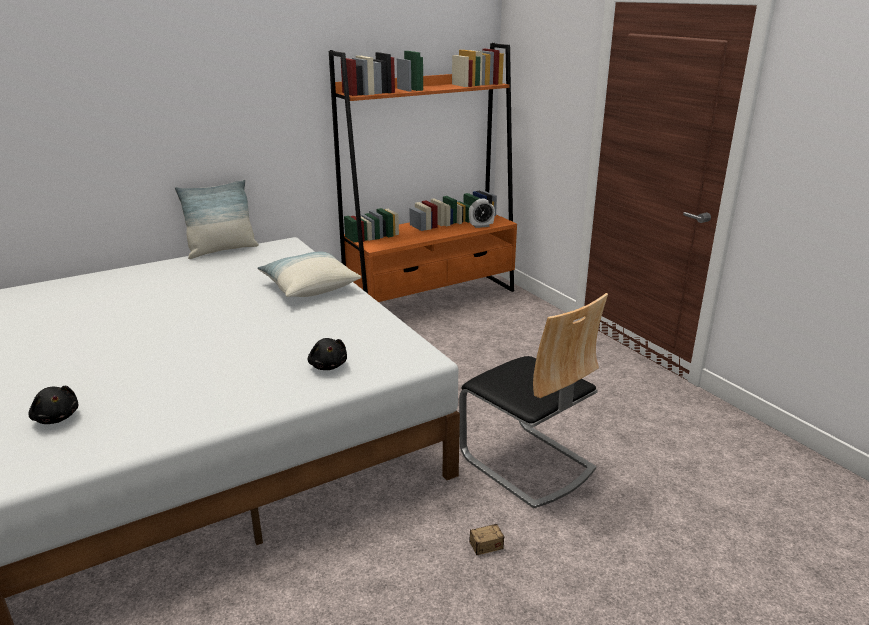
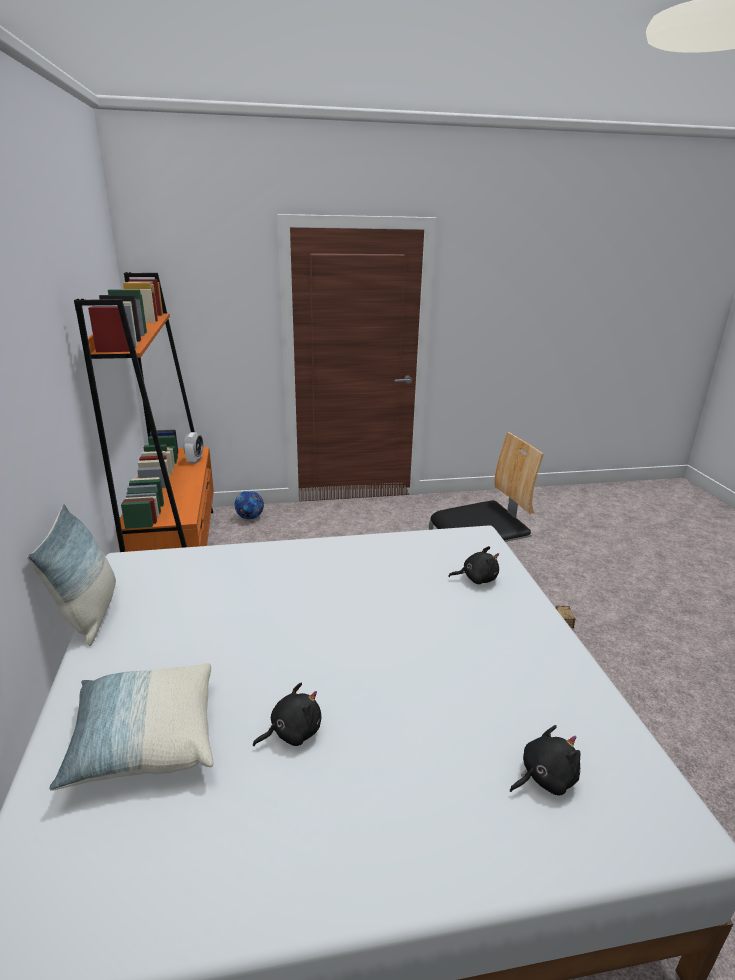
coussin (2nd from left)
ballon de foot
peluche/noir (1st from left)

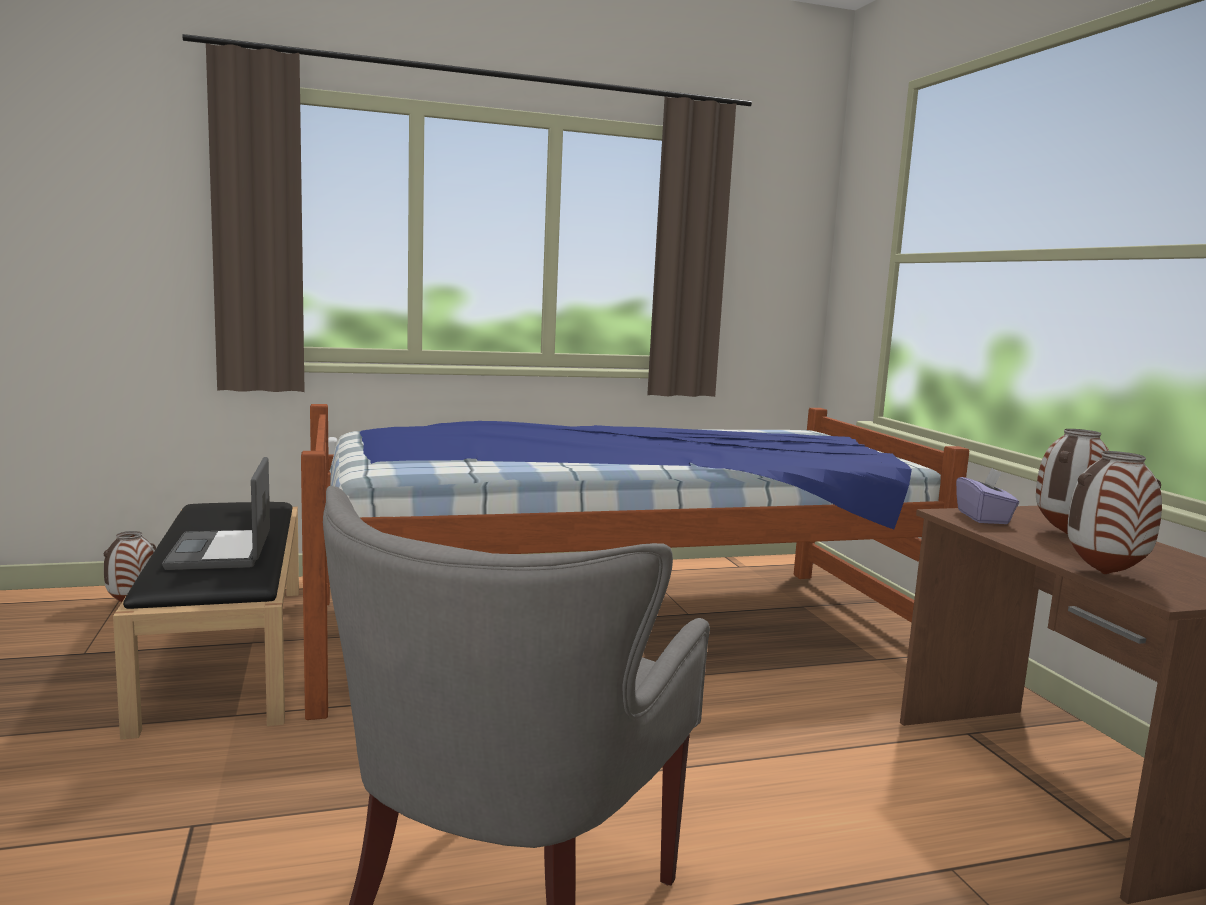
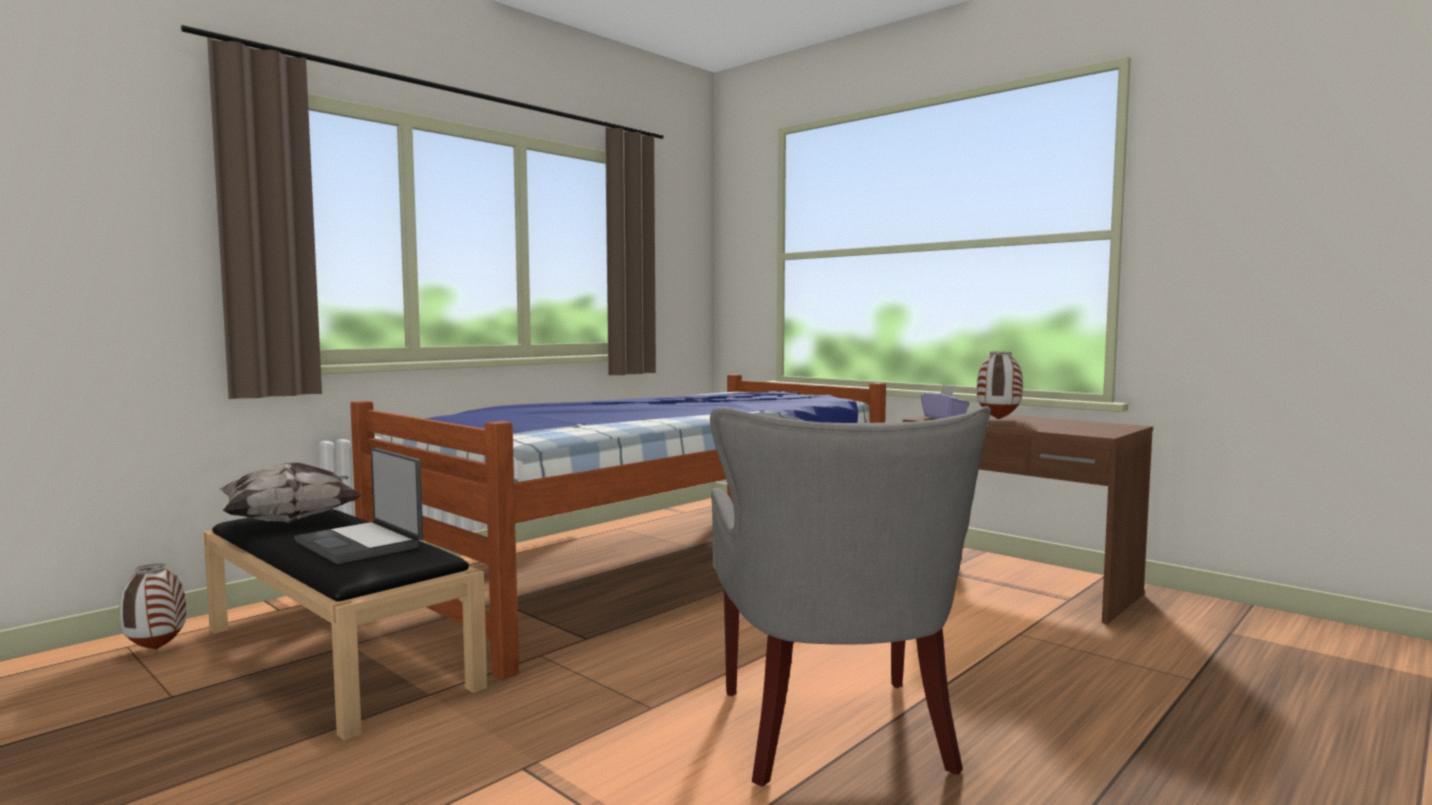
vase (3rd from left in the first image)
coussin

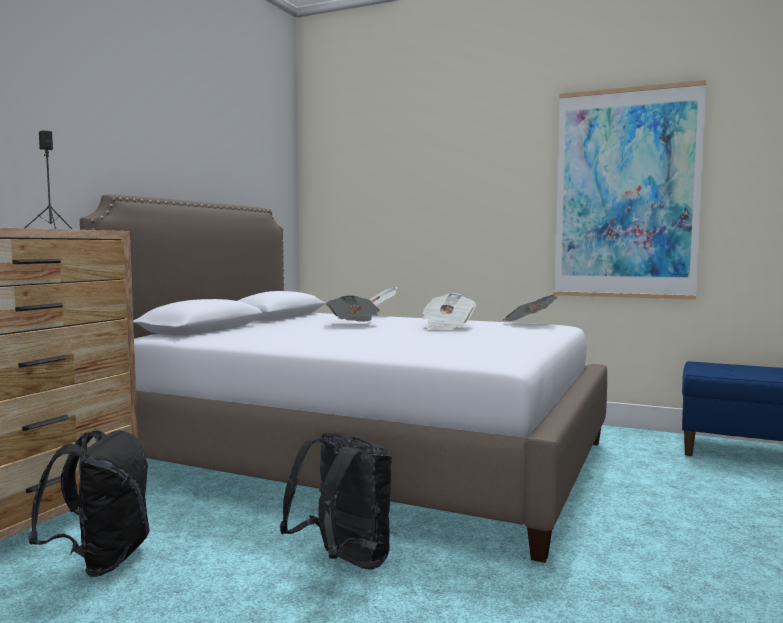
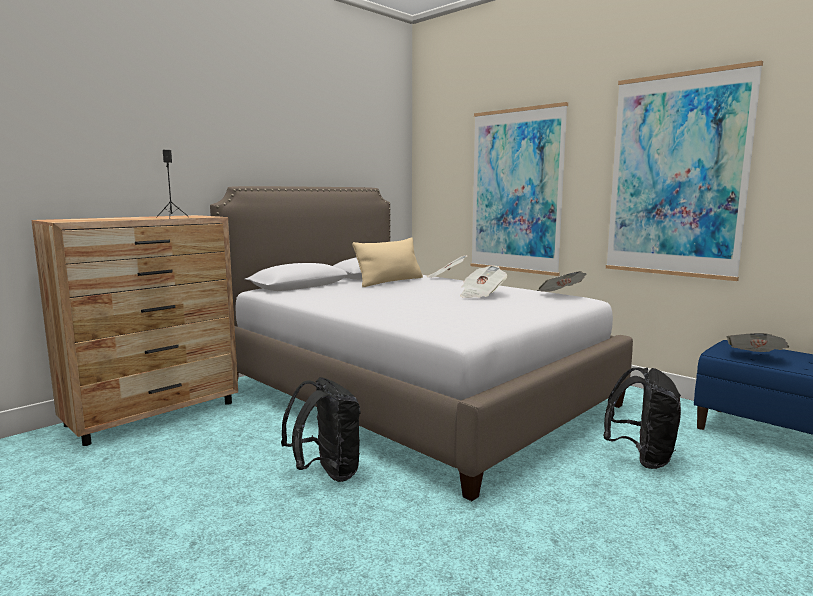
journal (4th from left)
sac à dos/noir (2nd from left)
tableau (1st from left)
coussin/beige

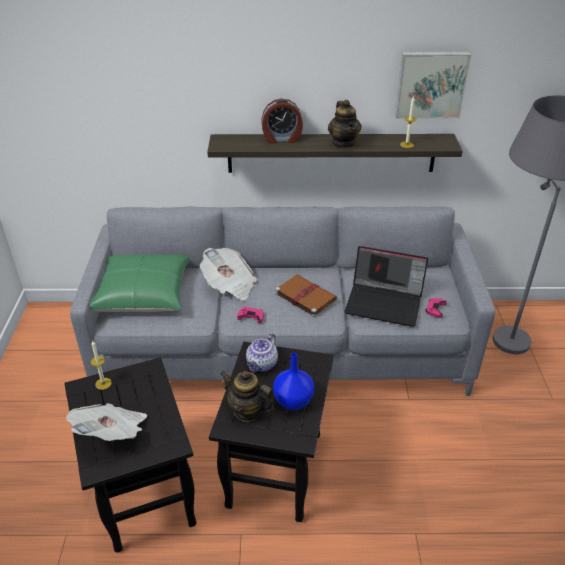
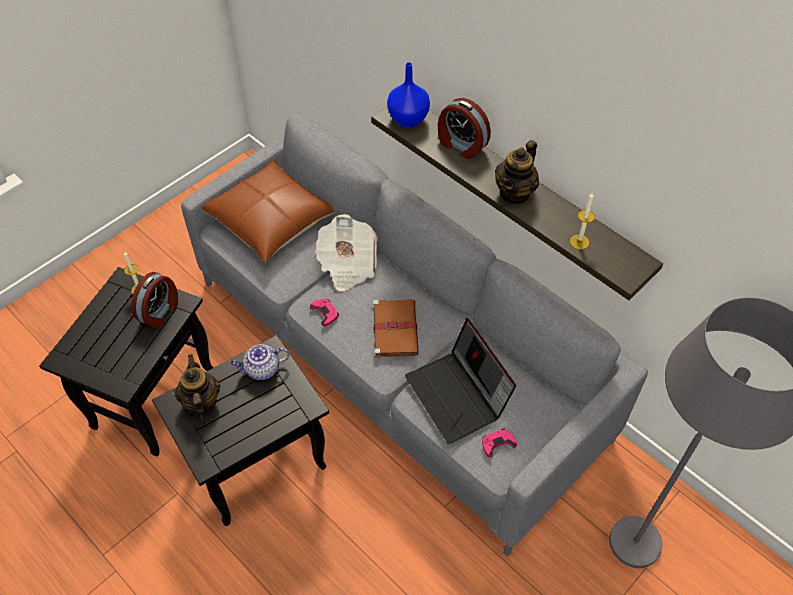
tableau
coussin/marron
vase/bleu
journal (1st from left in the first image)
réveil (1st from left)

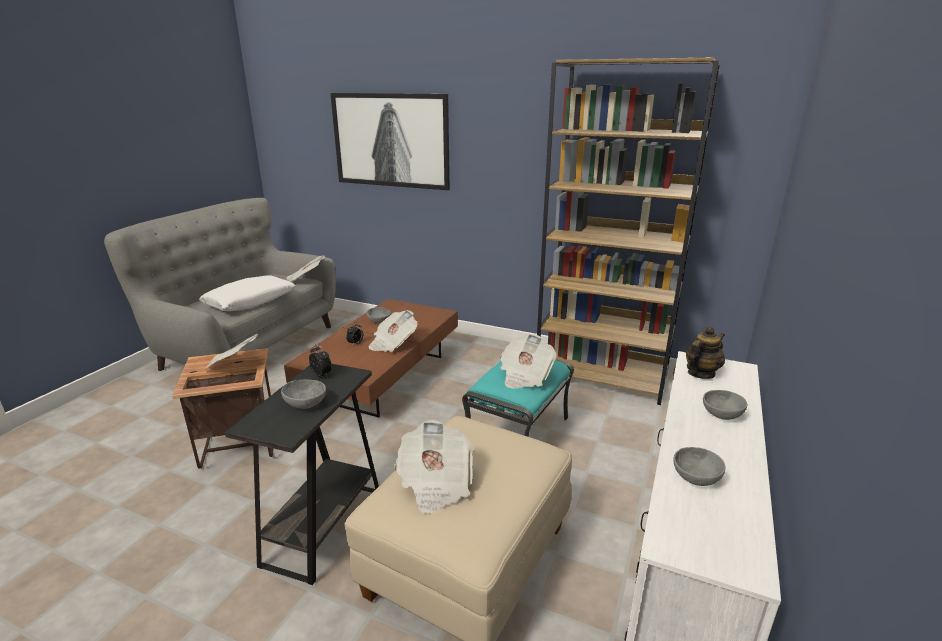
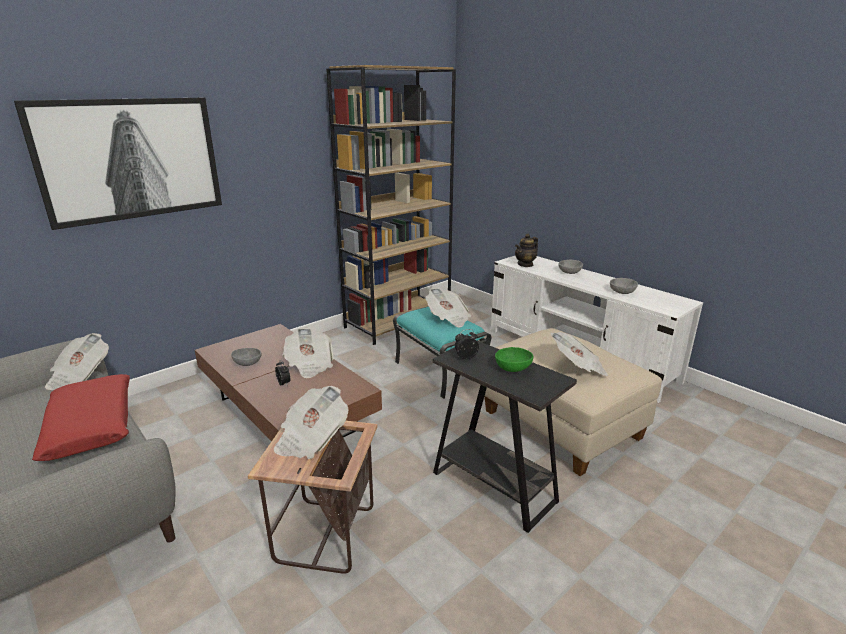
coussin/rouge
théière
bol/vert

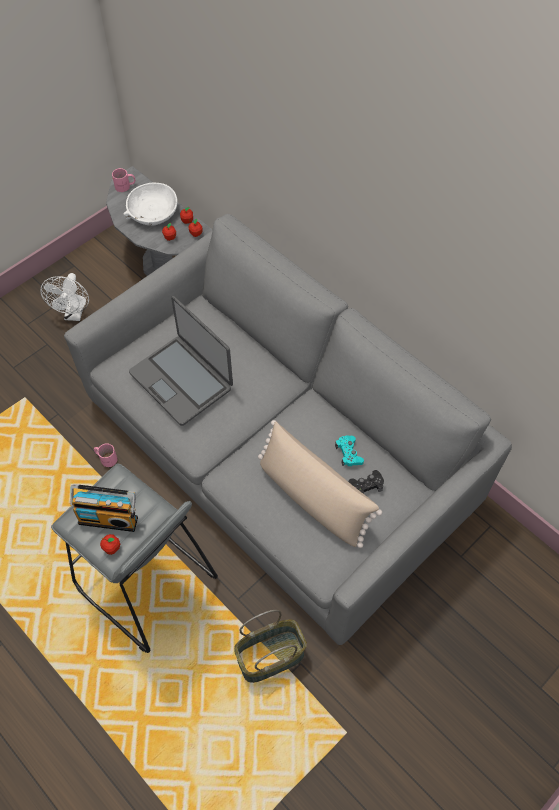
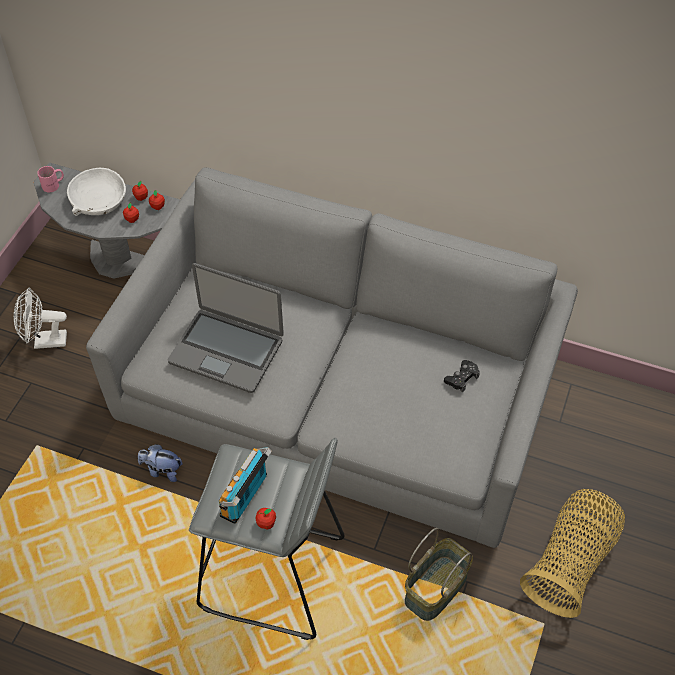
ventilateur/blanc
coussin/beige
manette/turquoise
peluche
radio
panier (2nd from left)

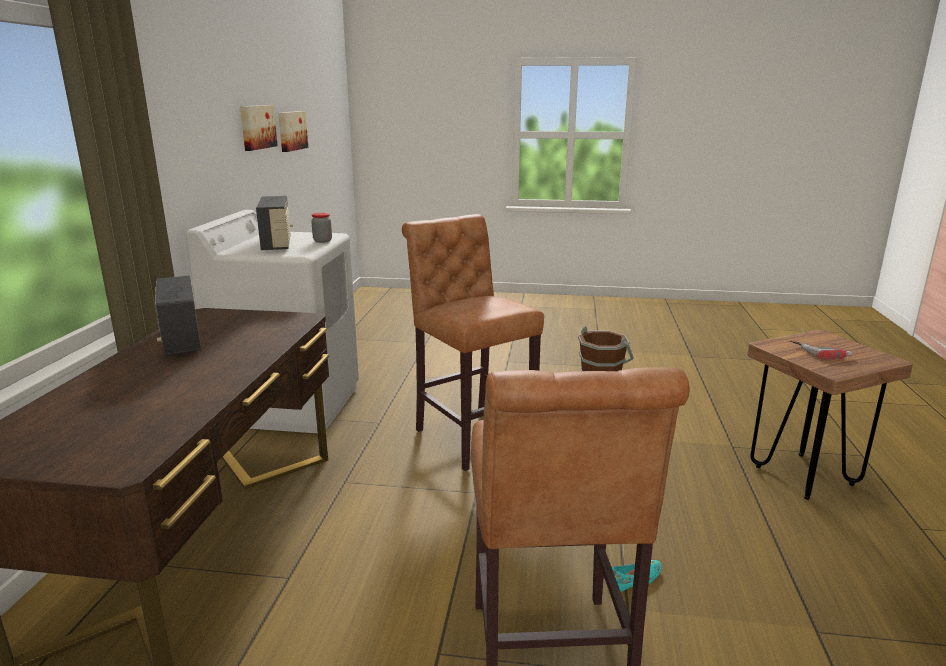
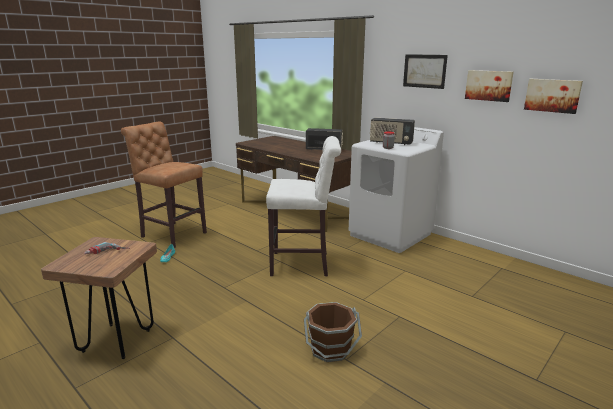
tabouret/blanc
tableau (1st from left)

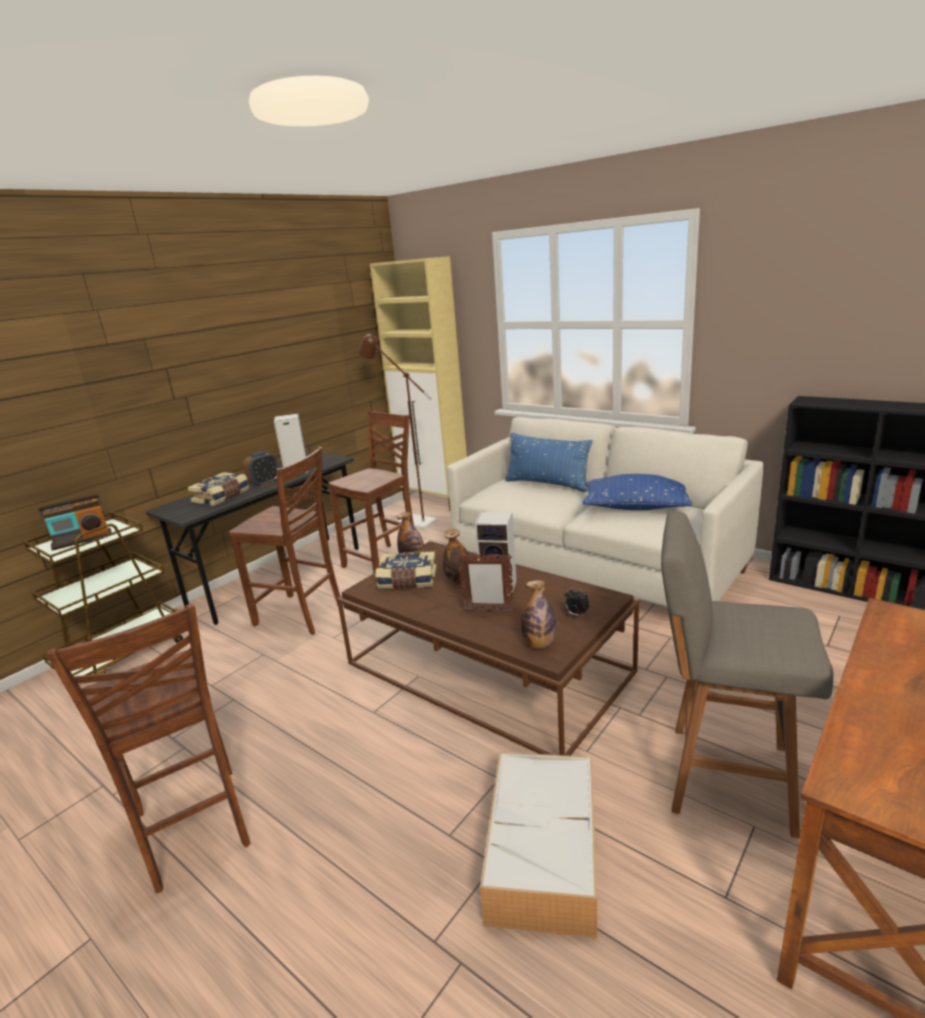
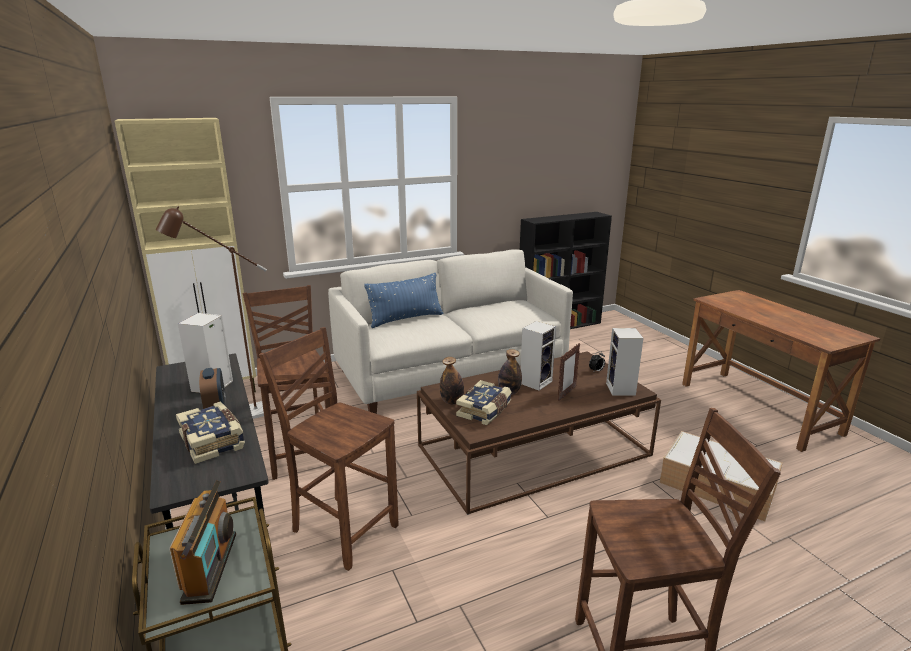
chaise/marron (2nd from left)
coussin/bleu (2nd from left in the first image)
tabouret/gris
enceinte (3rd from left)

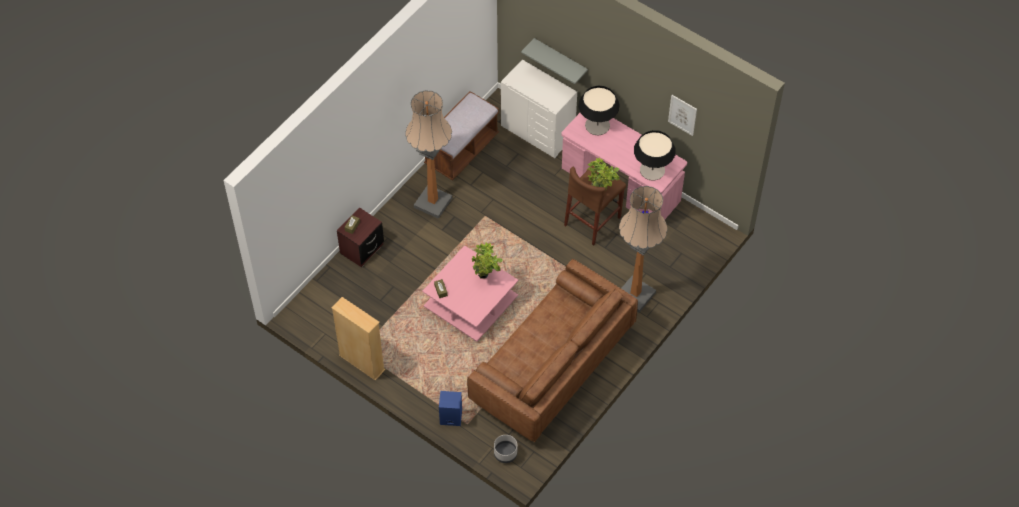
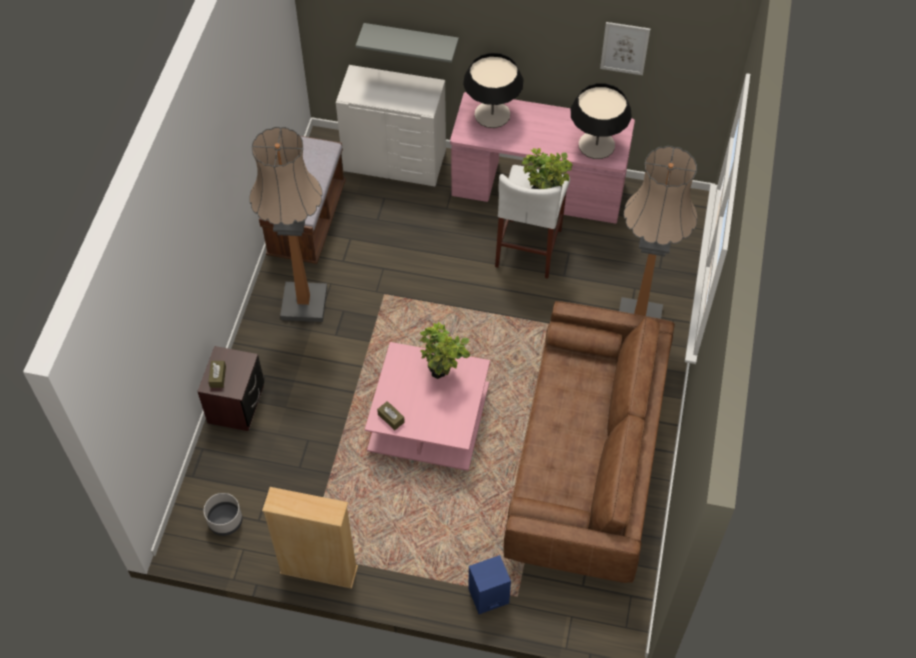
tabouret/blanc
cache-pot/gris

